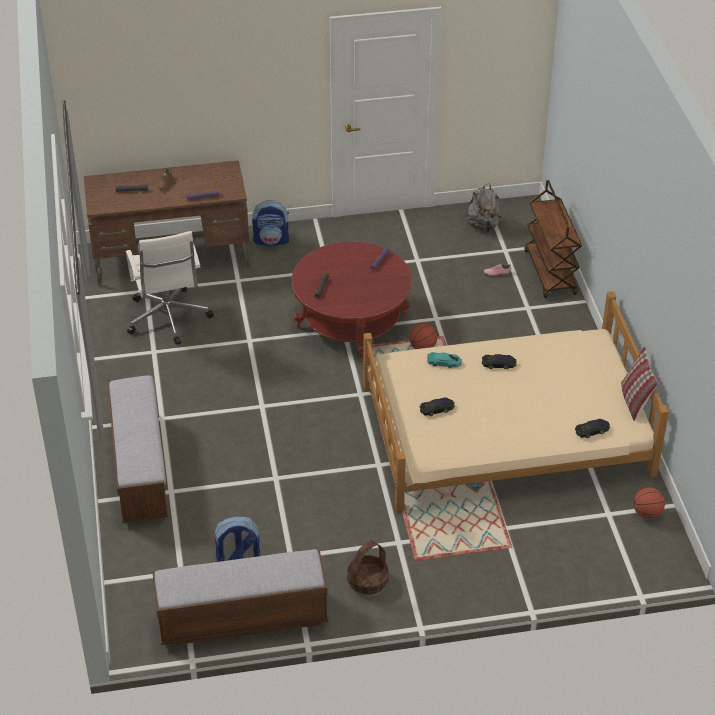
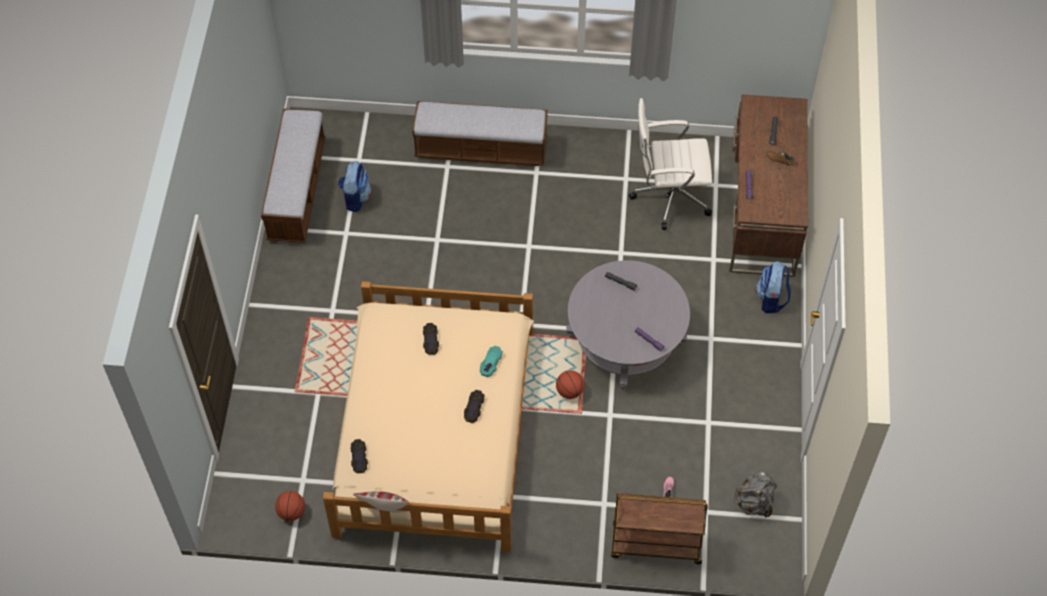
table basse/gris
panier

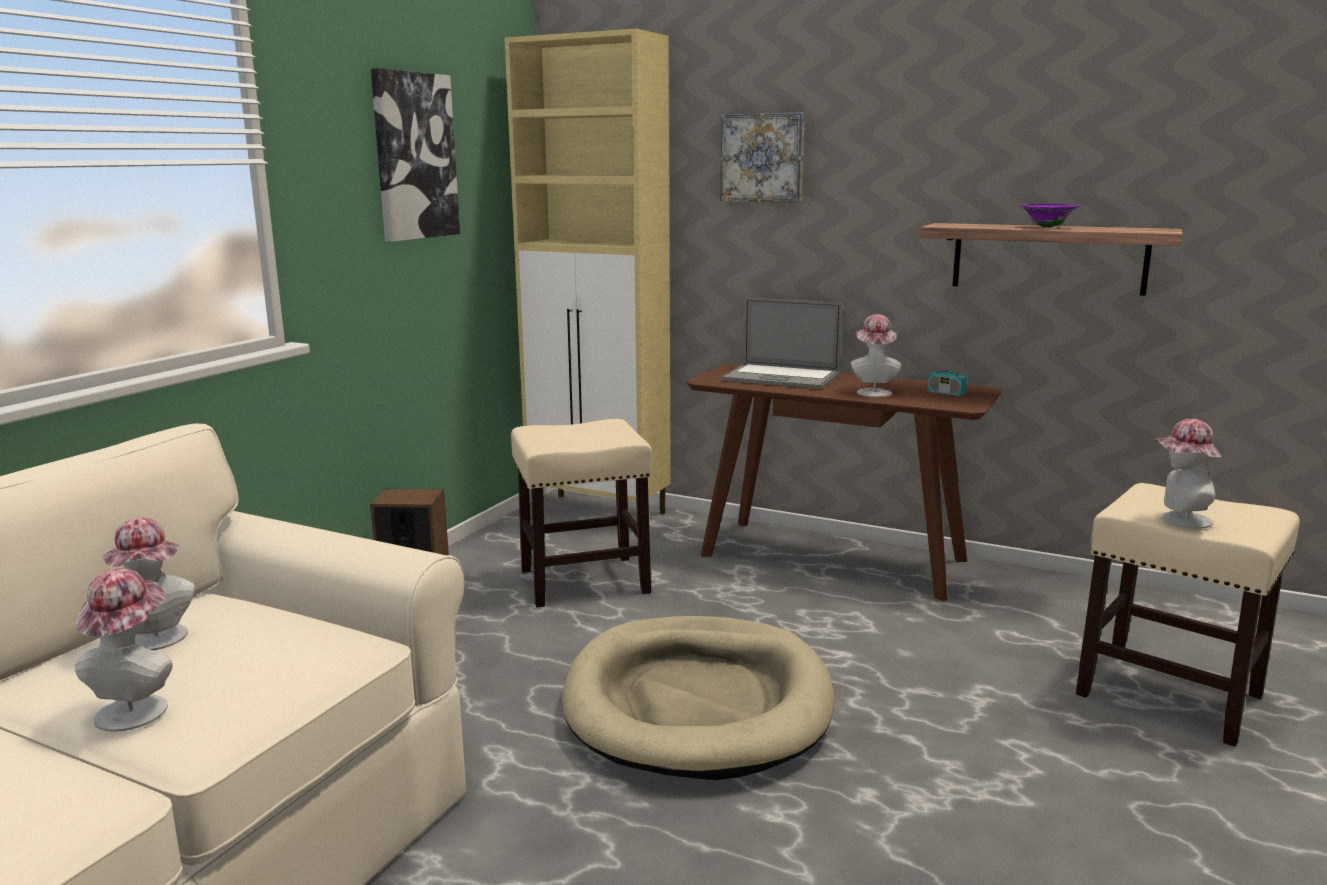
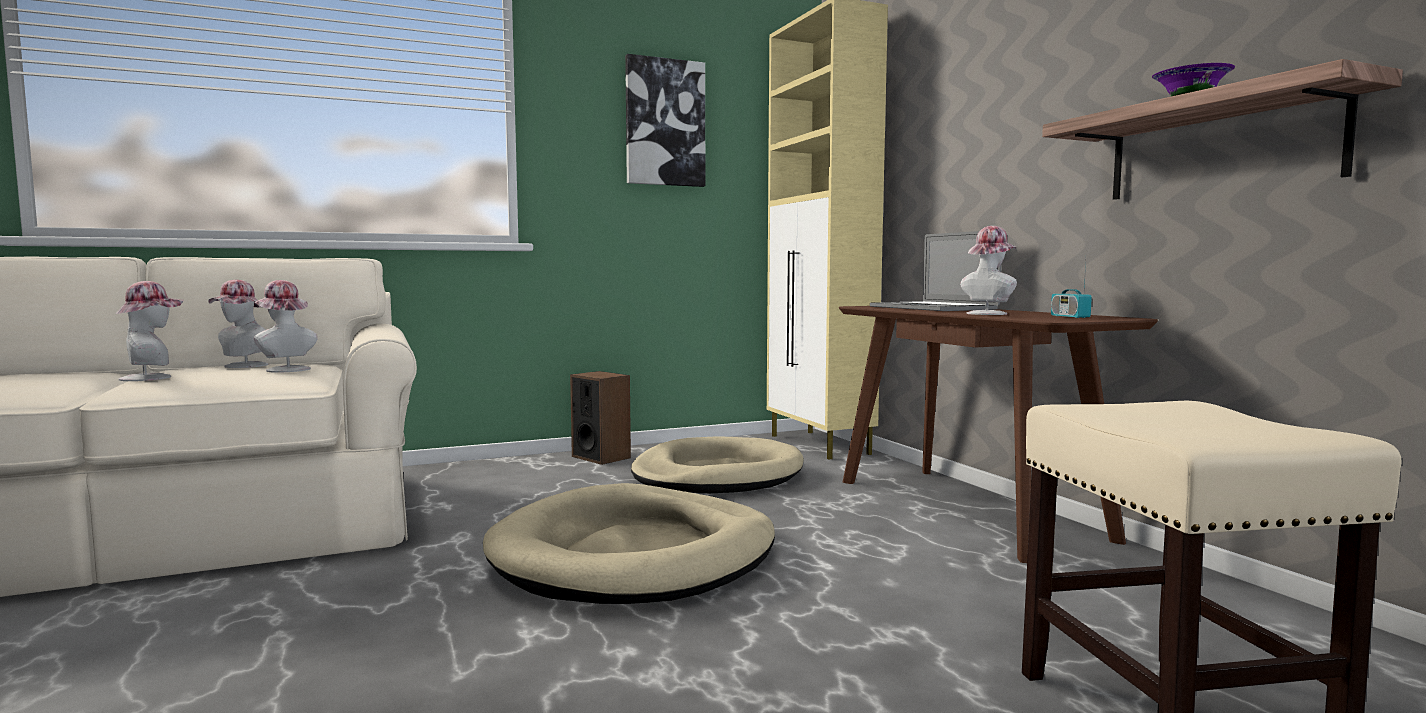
tableau (2nd from left in the first image)
panier pour chien/beige (2nd from left)
chapeau (3rd from left)

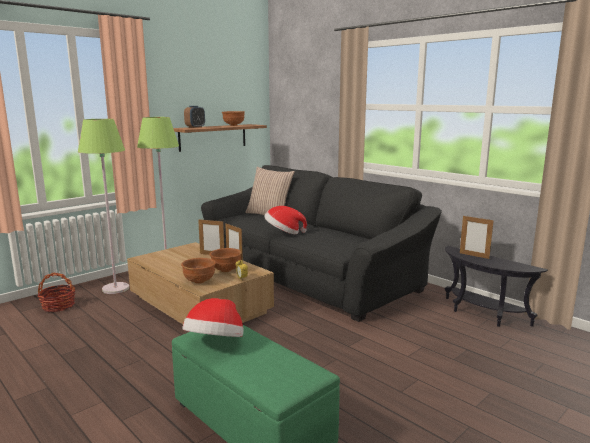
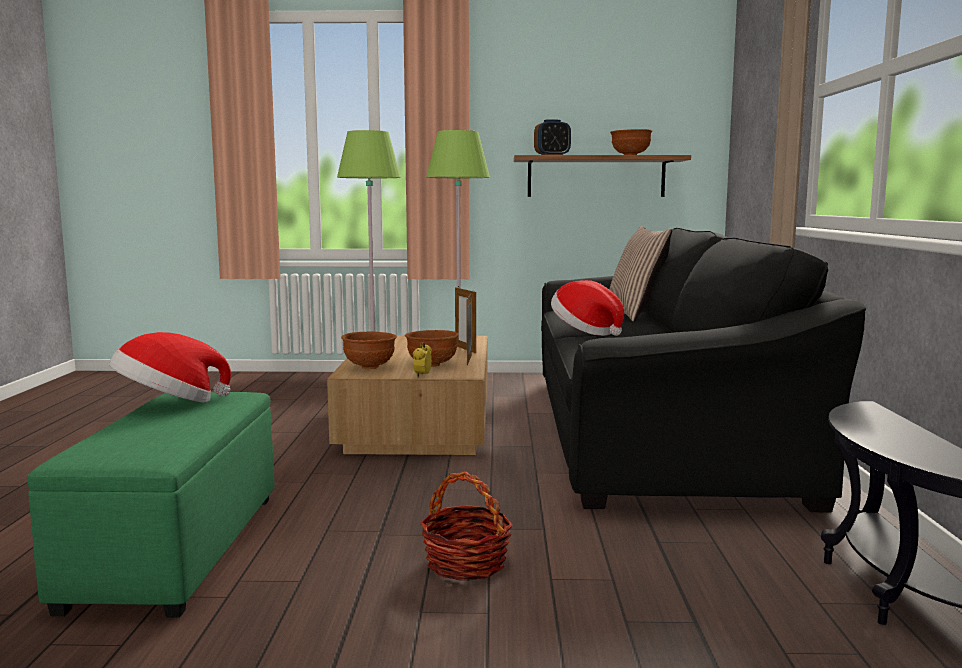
cadre photo (3rd from left in the first image)
panier

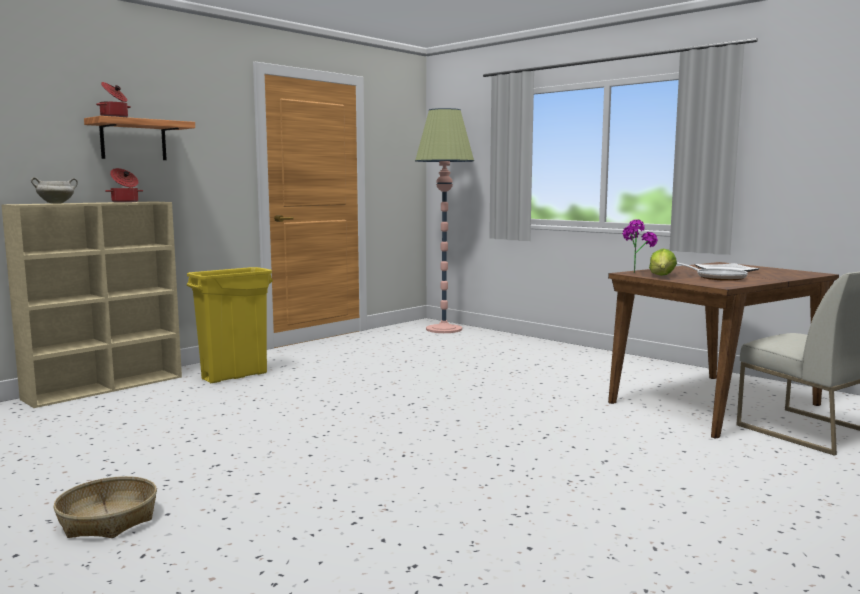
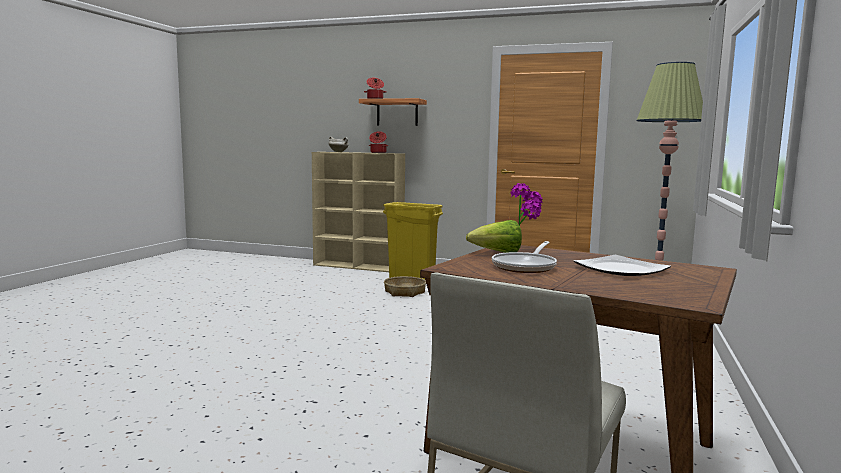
panier

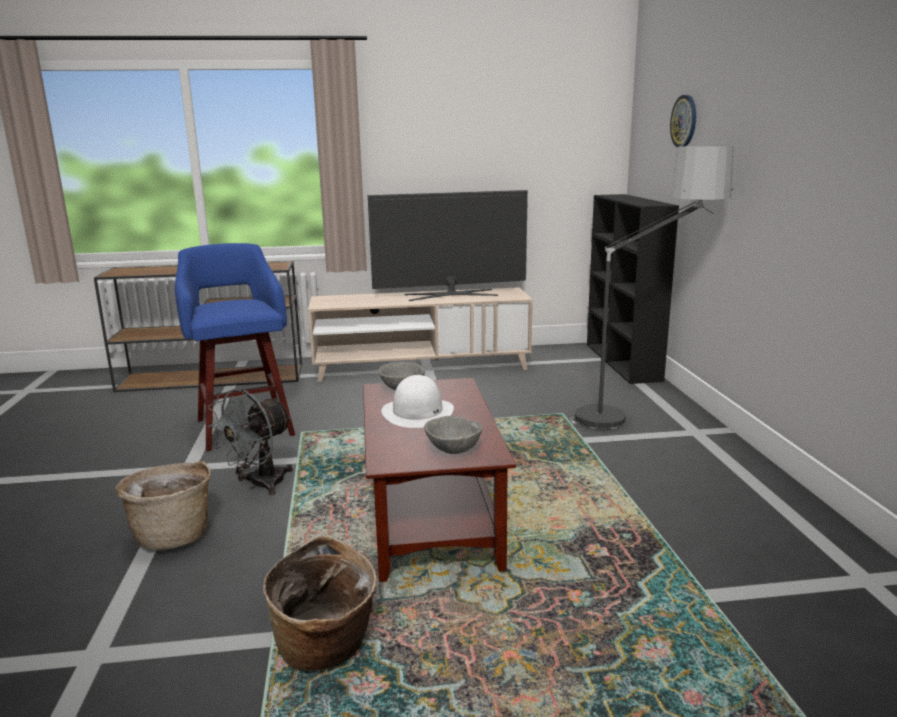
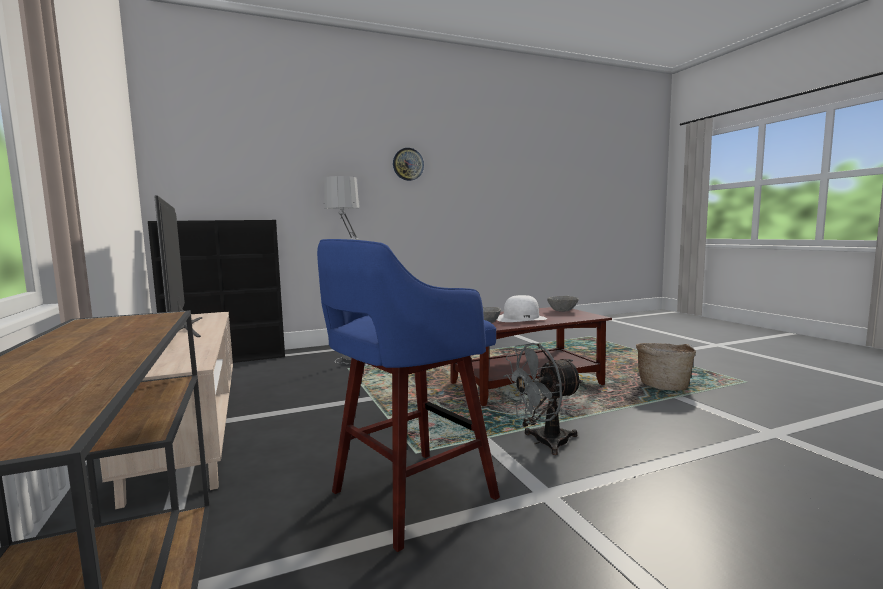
horloge murale
ventilateur/gris
panier (1st from left in the first image)

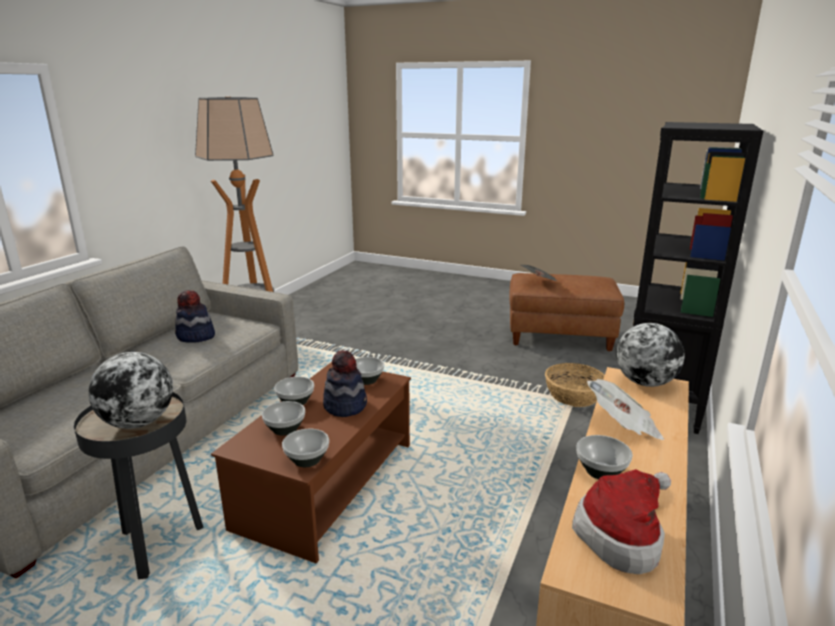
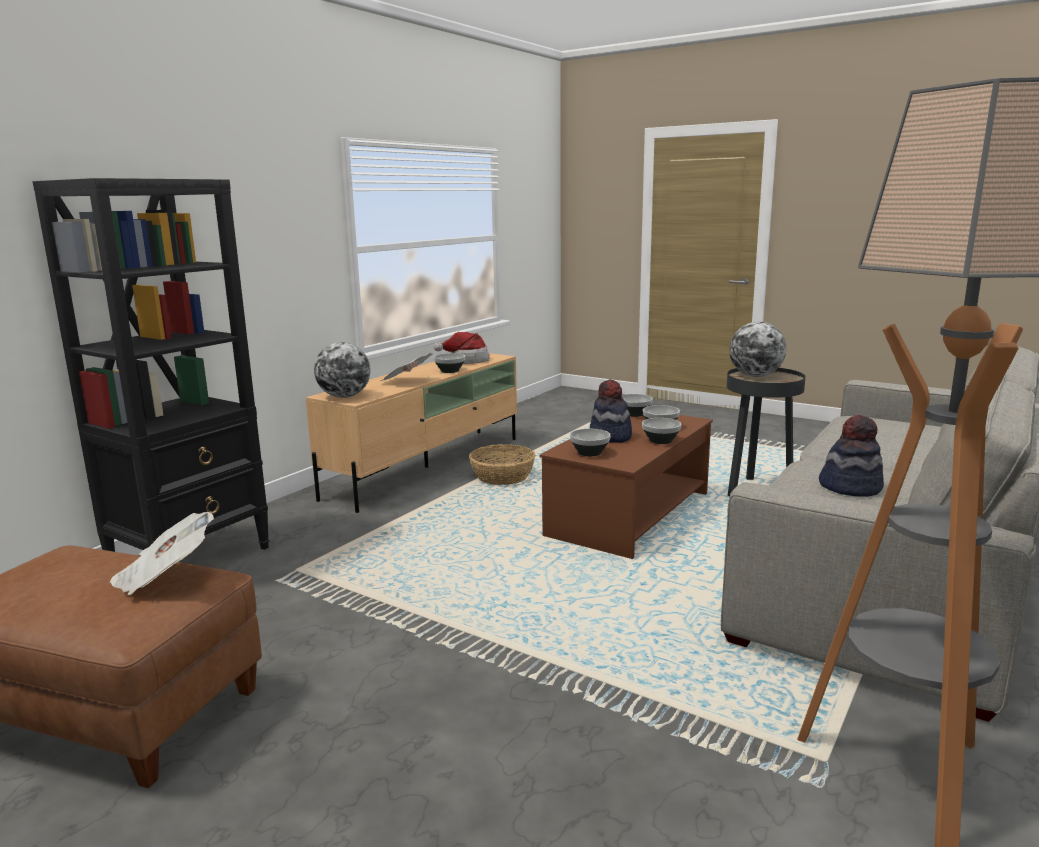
panier

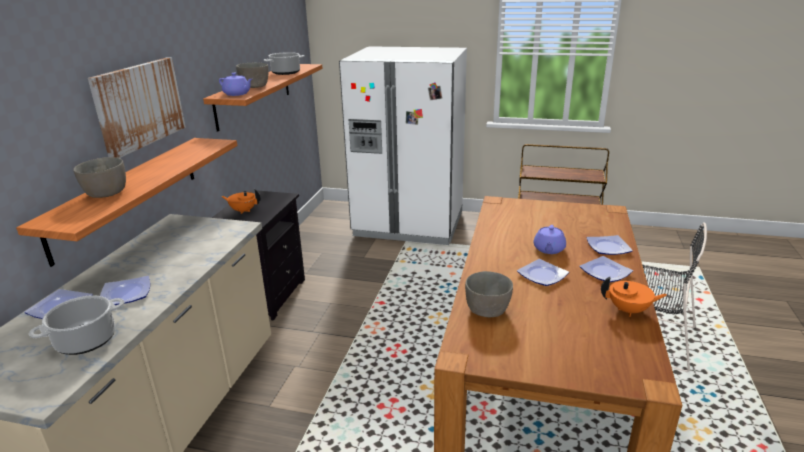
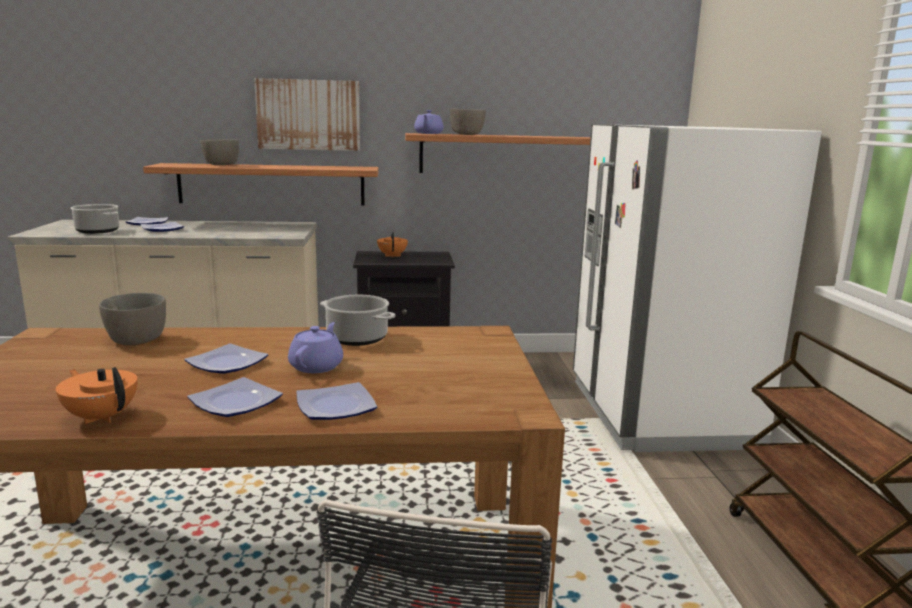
marmite (2nd from left)
théière/violet (1st from left)
théière/orange (1st from left)

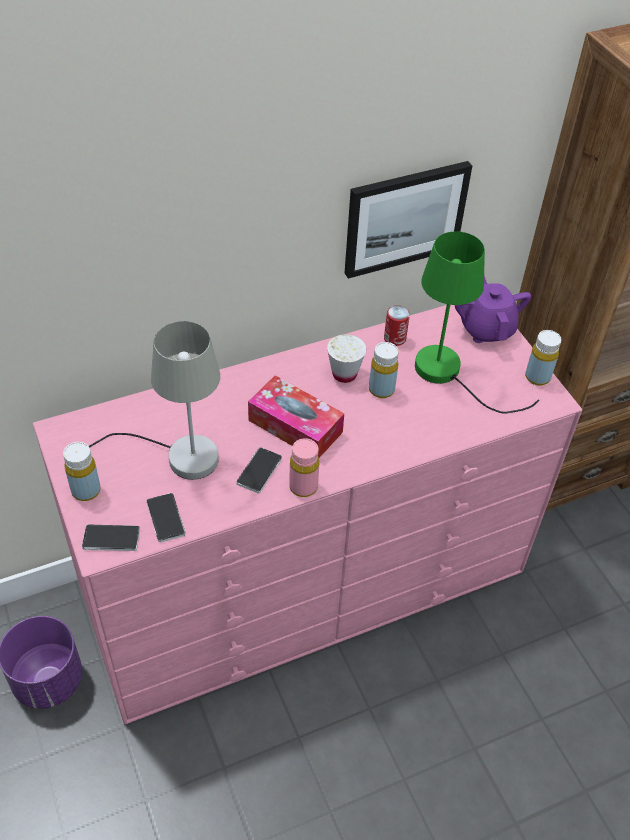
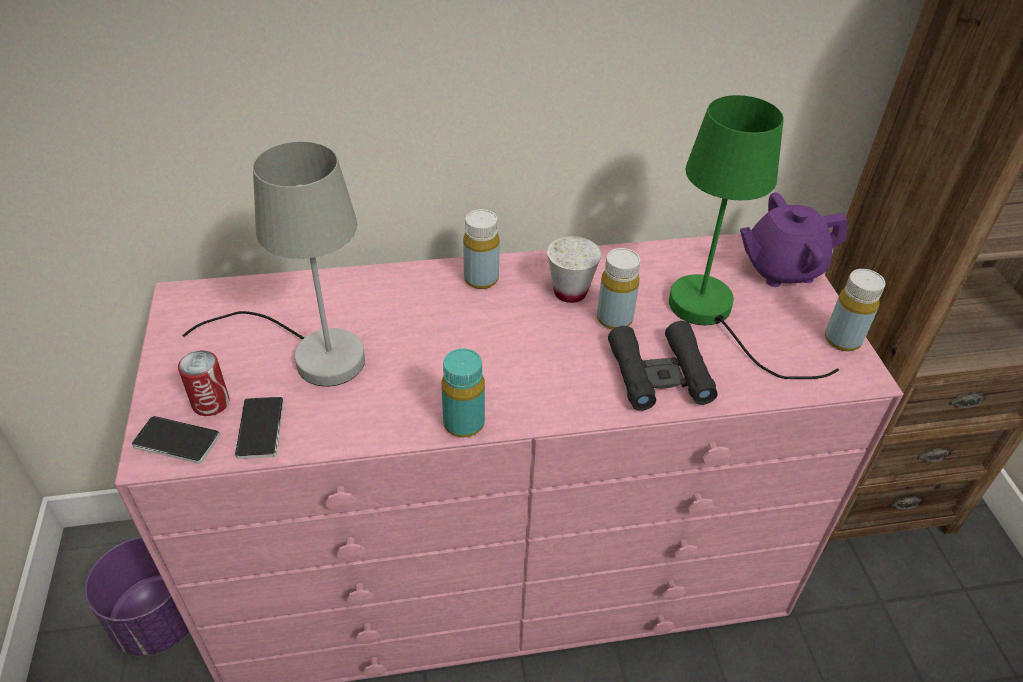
tableau
théière/violet
boîte métallique
boîte à mouchoirs
bouteille/turquoise
bouteille/jaune (1st from left)
téléphone (3rd from left in the first image)
jumelles/noir

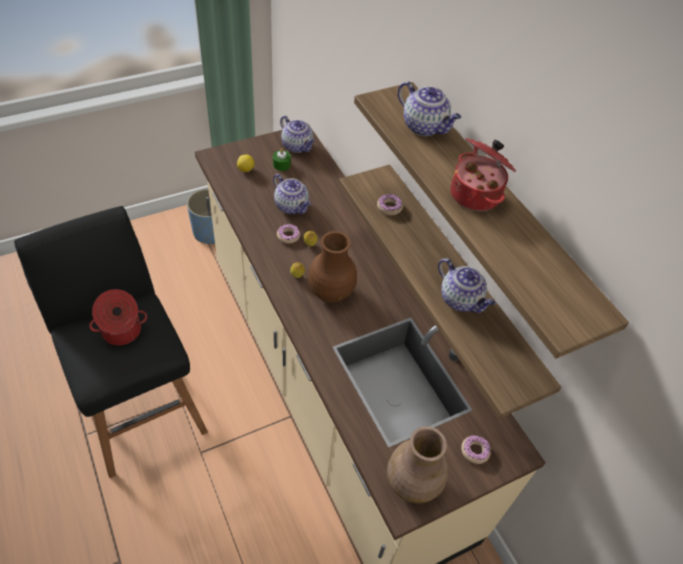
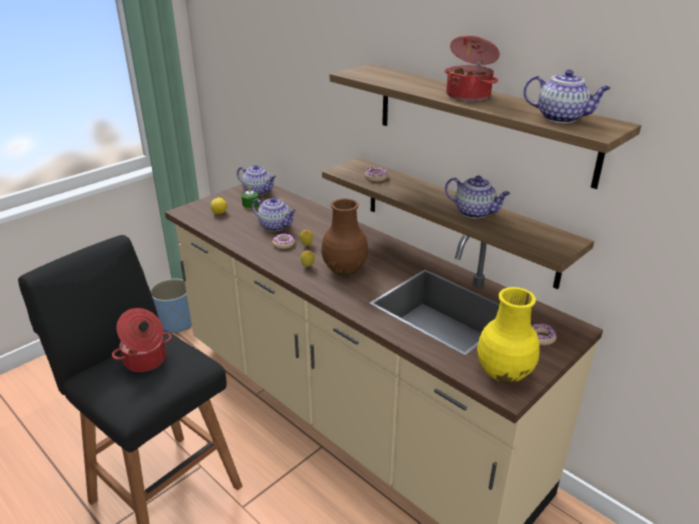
théière (4th from left)
vase/jaune

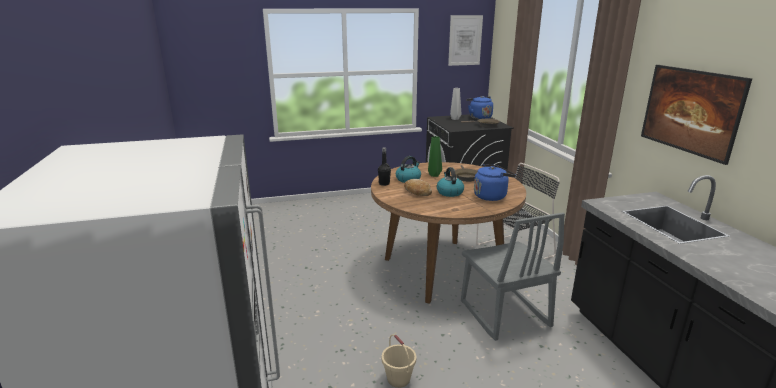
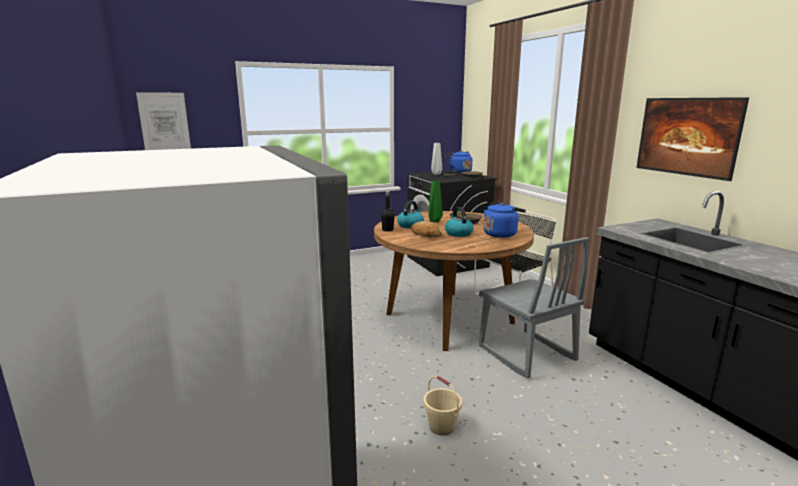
tableau (1st from left)

